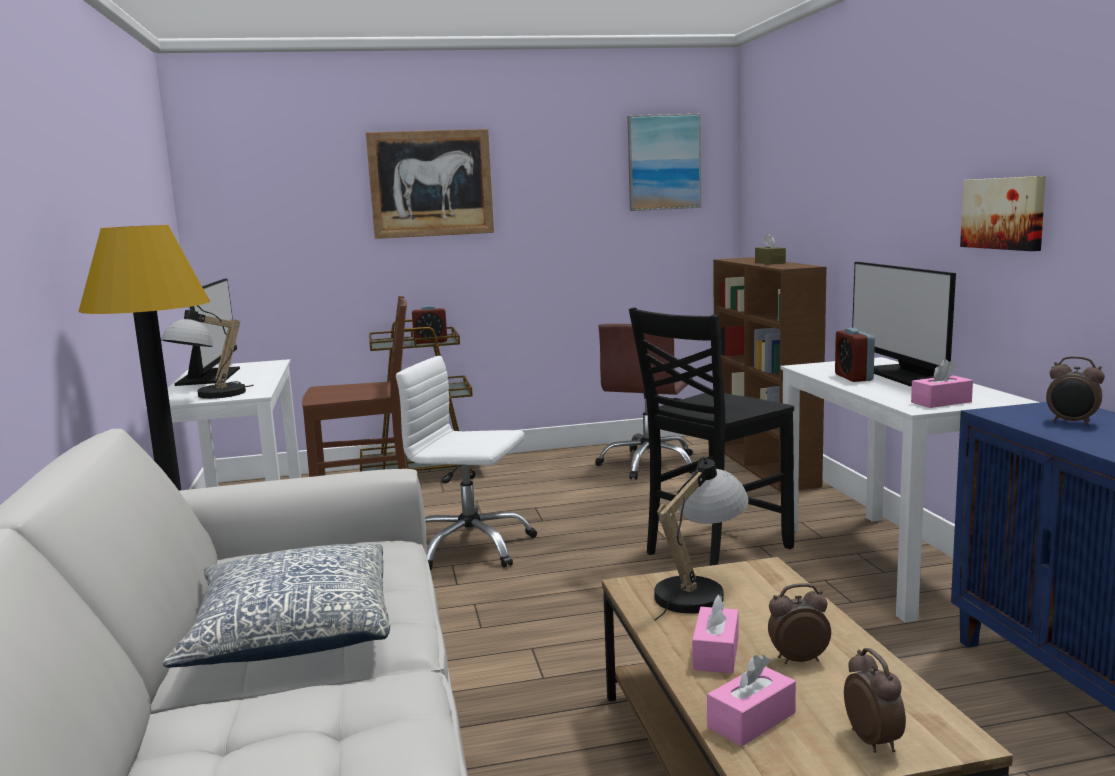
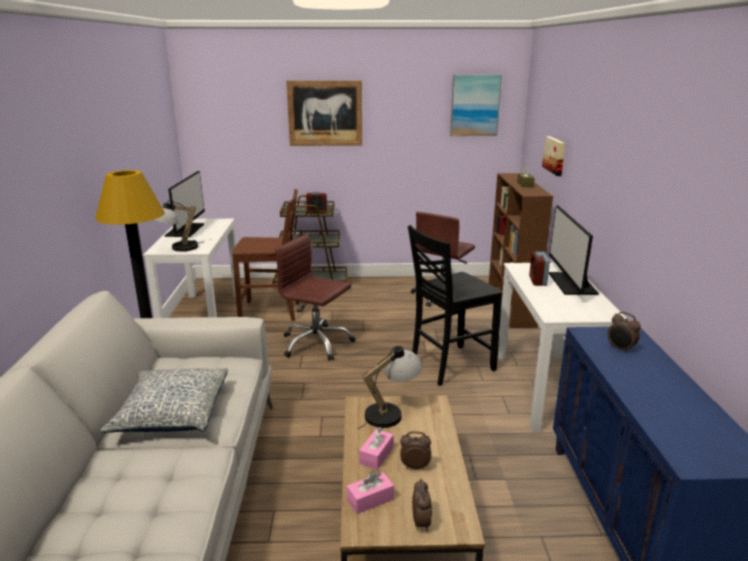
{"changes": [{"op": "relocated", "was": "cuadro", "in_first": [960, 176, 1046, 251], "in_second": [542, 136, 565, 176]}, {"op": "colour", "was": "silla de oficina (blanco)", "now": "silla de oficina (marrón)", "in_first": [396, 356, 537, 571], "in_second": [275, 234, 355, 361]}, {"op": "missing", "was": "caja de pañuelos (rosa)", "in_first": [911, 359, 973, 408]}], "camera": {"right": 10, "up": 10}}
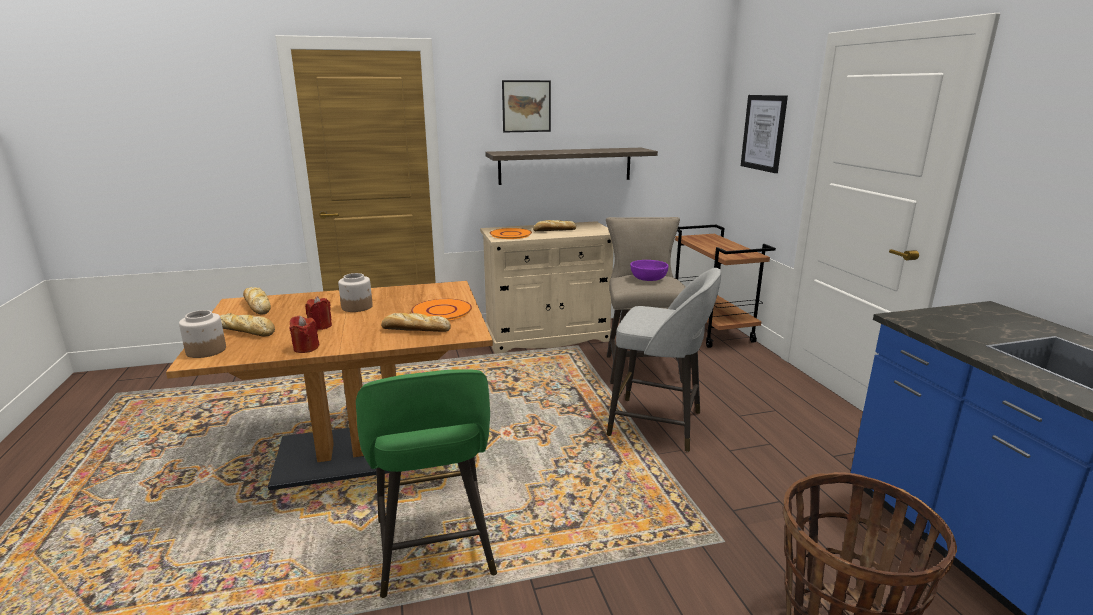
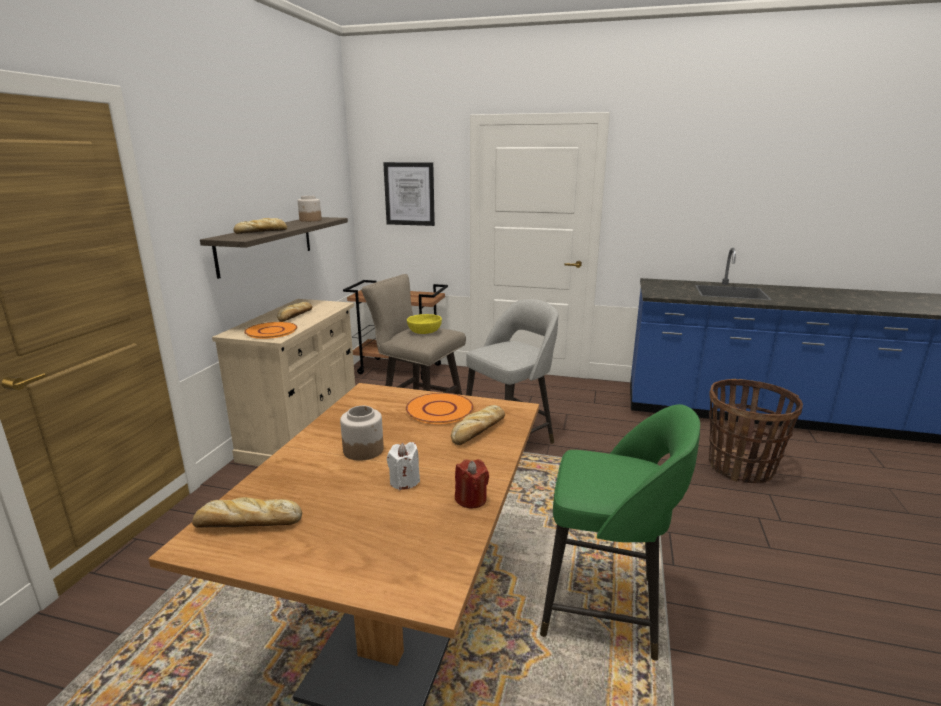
{"changes": [{"op": "missing", "was": "cuadro", "in_first": [502, 80, 551, 132]}, {"op": "colour", "was": "cuenco (morado)", "now": "cuenco (amarillo)", "in_first": [630, 260, 668, 281], "in_second": [407, 314, 442, 334]}, {"op": "colour", "was": "vela (rojo)", "now": "vela (blanco)", "in_first": [305, 296, 332, 330], "in_second": [387, 442, 420, 490]}, {"op": "relocated", "was": "tarro", "in_first": [179, 310, 226, 358], "in_second": [297, 196, 322, 222]}, {"op": "relocated", "was": "pan", "in_first": [220, 313, 275, 336], "in_second": [234, 218, 287, 234]}], "camera": {"right": -60, "up": 0}}
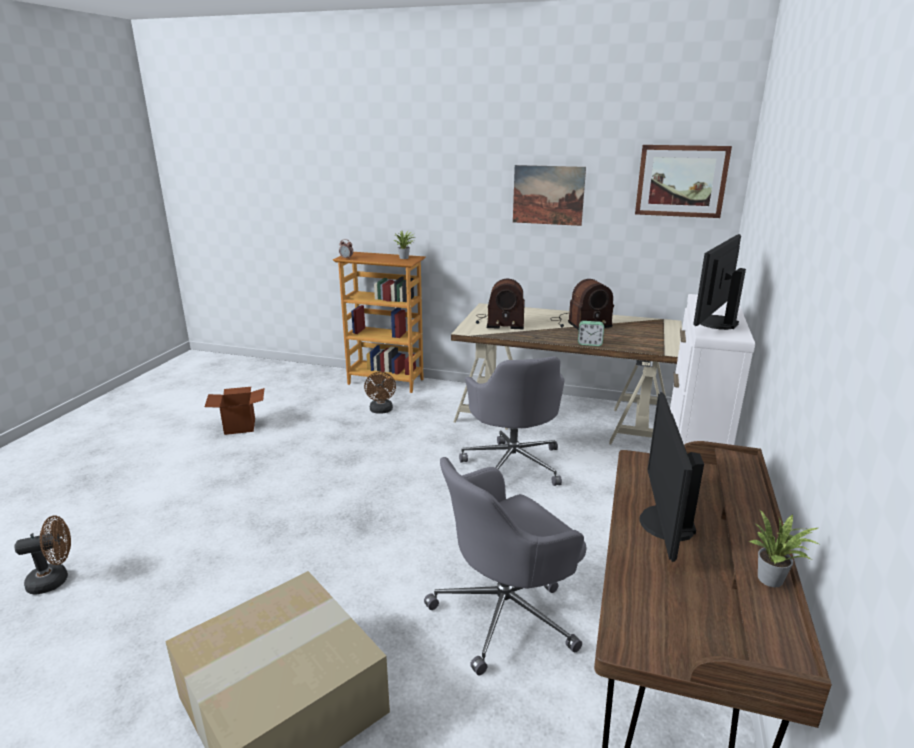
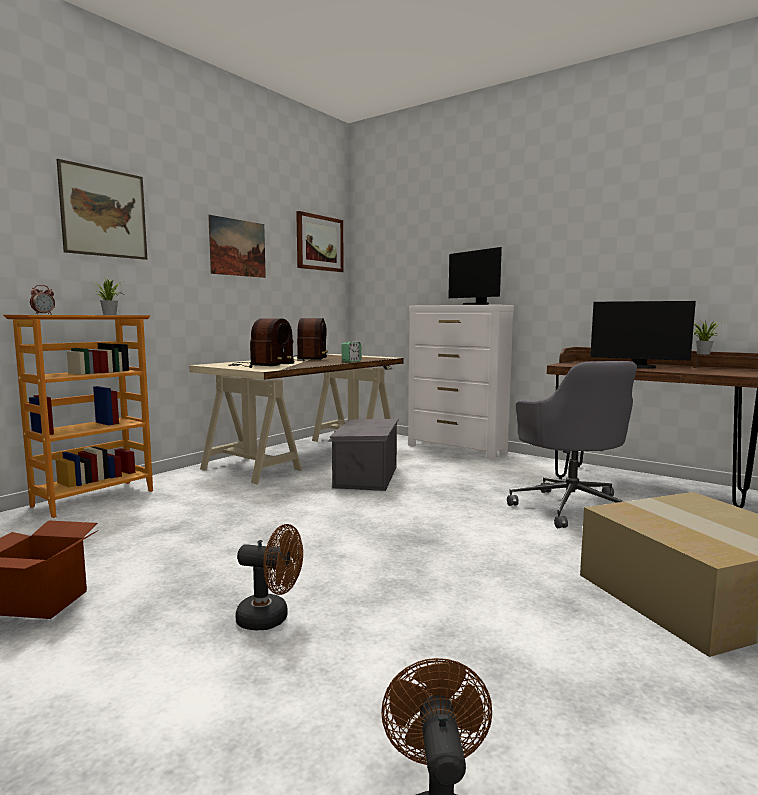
{"changes": [{"op": "exchanged", "was": "silla de oficina (gris)", "now": "caja de almacenaje (gris)", "in_first": [459, 357, 565, 486], "in_second": [327, 419, 399, 491]}, {"op": "relocated", "was": "ventilador (marrón)", "in_first": [364, 372, 396, 414], "in_second": [236, 524, 303, 630]}, {"op": "appeared", "now": "cuadro", "in_second": [57, 159, 147, 260]}], "camera": {"right": -70, "up": -15}}
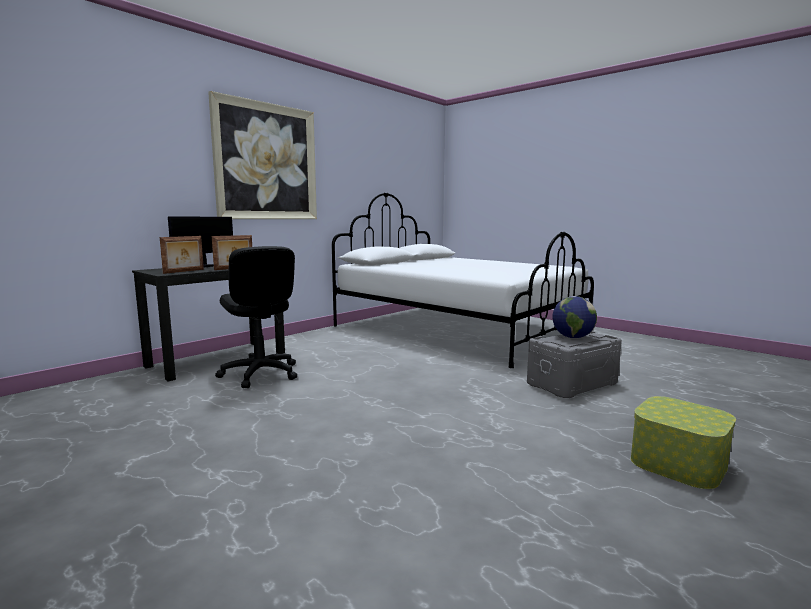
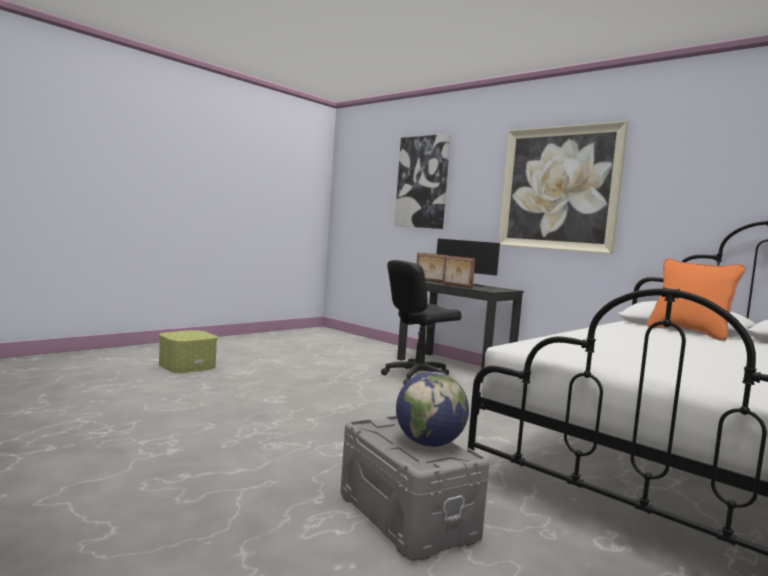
{"changes": [{"op": "relocated", "was": "caja de almacenaje", "in_first": [630, 396, 736, 489], "in_second": [159, 330, 218, 373]}, {"op": "appeared", "now": "cuadro", "in_second": [394, 134, 451, 229]}, {"op": "appeared", "now": "cojín (naranja)", "in_second": [647, 258, 746, 341]}], "camera": {"right": 90, "up": -5}}
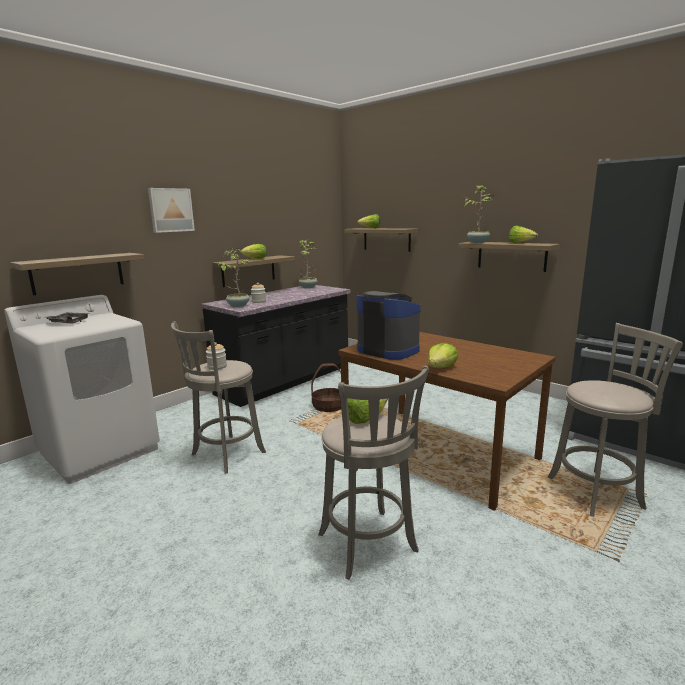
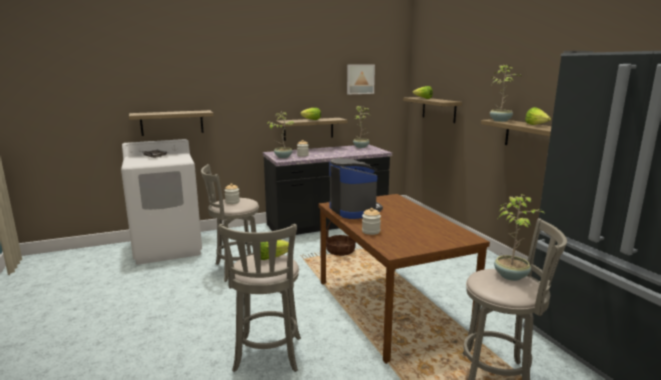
{"changes": [{"op": "relocated", "was": "cuadro", "in_first": [148, 188, 195, 233], "in_second": [347, 65, 375, 94]}, {"op": "exchanged", "was": "lechuga", "now": "tarro", "in_first": [428, 343, 458, 368], "in_second": [362, 208, 381, 235]}, {"op": "appeared", "now": "planta en maceta", "in_second": [494, 194, 546, 281]}], "camera": {"right": 25, "up": 0}}
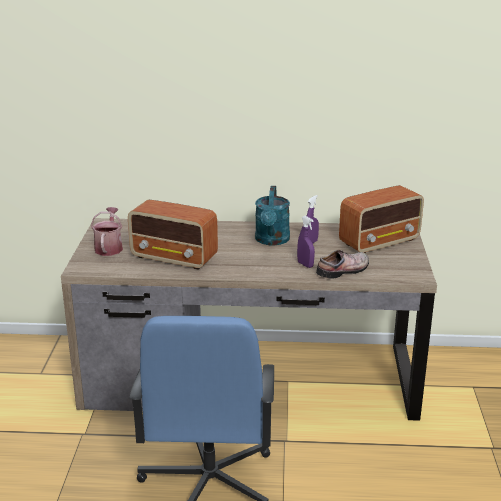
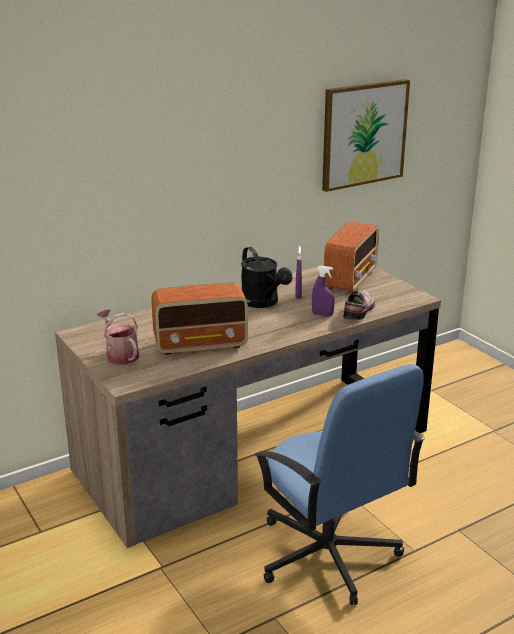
{"changes": [{"op": "colour", "was": "regadera (turquesa)", "now": "regadera (negro)", "in_first": [255, 186, 290, 246], "in_second": [241, 247, 292, 308]}, {"op": "appeared", "now": "cuadro", "in_second": [322, 79, 410, 192]}], "camera": {"right": -35, "up": 0}}
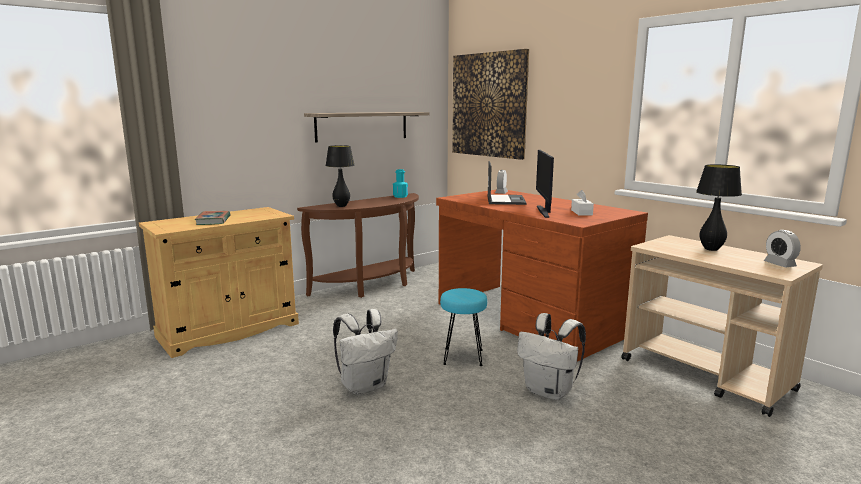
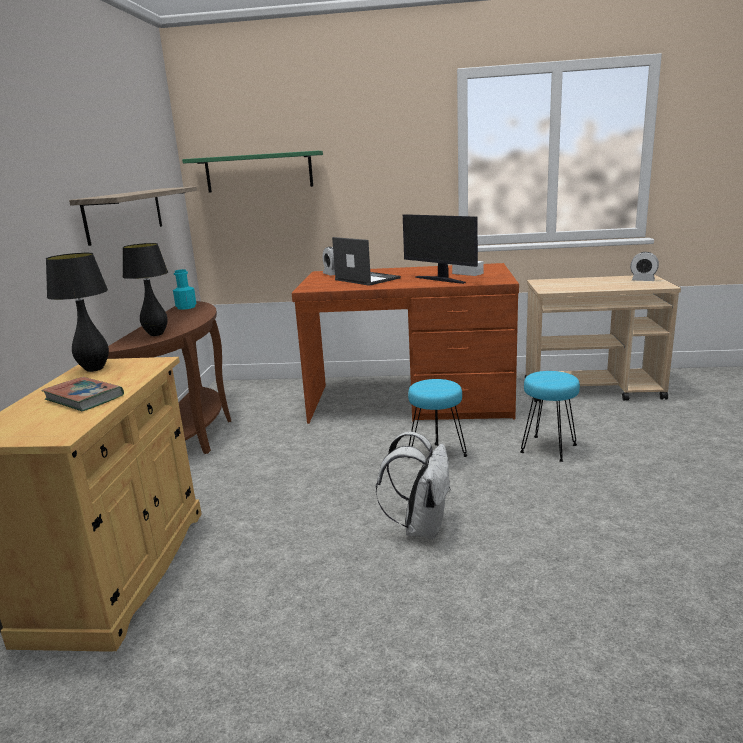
{"changes": [{"op": "exchanged", "was": "cuadro", "now": "estante (verde)", "in_first": [452, 49, 529, 160], "in_second": [182, 151, 323, 192]}, {"op": "relocated", "was": "lámpara de mesa (negro)", "in_first": [696, 164, 742, 251], "in_second": [46, 253, 109, 372]}, {"op": "exchanged", "was": "mochila (blanco)", "now": "taburete (turquesa)", "in_first": [517, 313, 586, 400], "in_second": [520, 371, 580, 462]}], "camera": {"right": -45, "up": 5}}
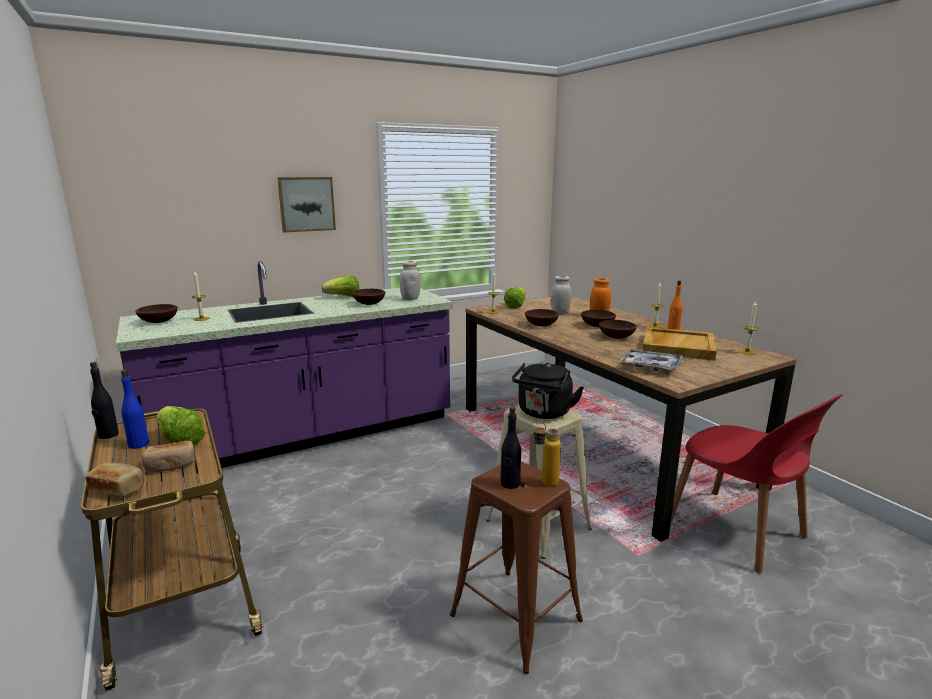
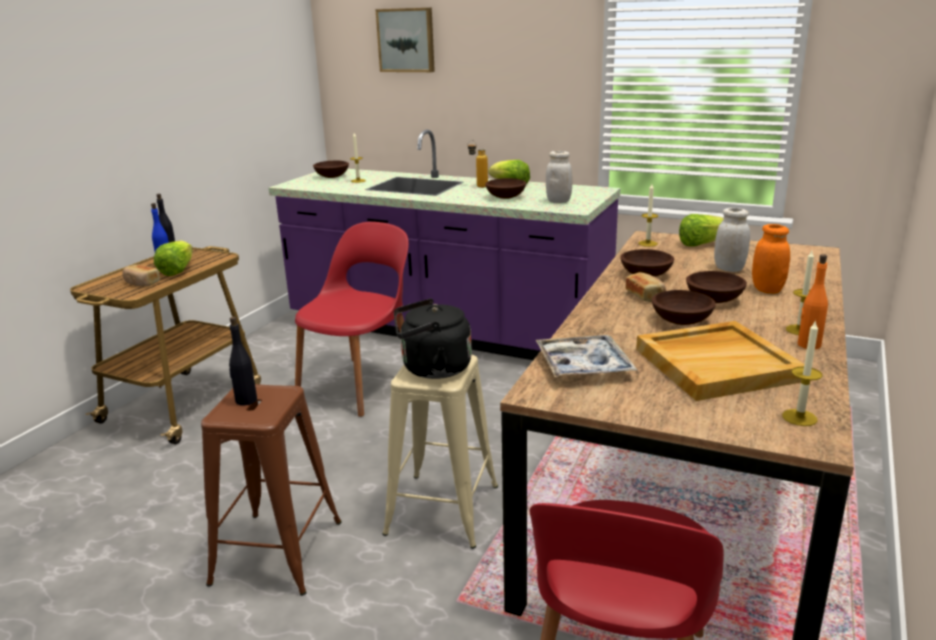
{"changes": [{"op": "relocated", "was": "cuadro", "in_first": [277, 177, 336, 233], "in_second": [375, 8, 435, 72]}, {"op": "relocated", "was": "botella", "in_first": [533, 422, 561, 486], "in_second": [468, 140, 488, 188]}, {"op": "relocated", "was": "pan", "in_first": [85, 463, 144, 496], "in_second": [625, 272, 666, 302]}, {"op": "appeared", "now": "silla (rojo)", "in_second": [295, 222, 409, 417]}], "camera": {"right": 55, "up": 5}}
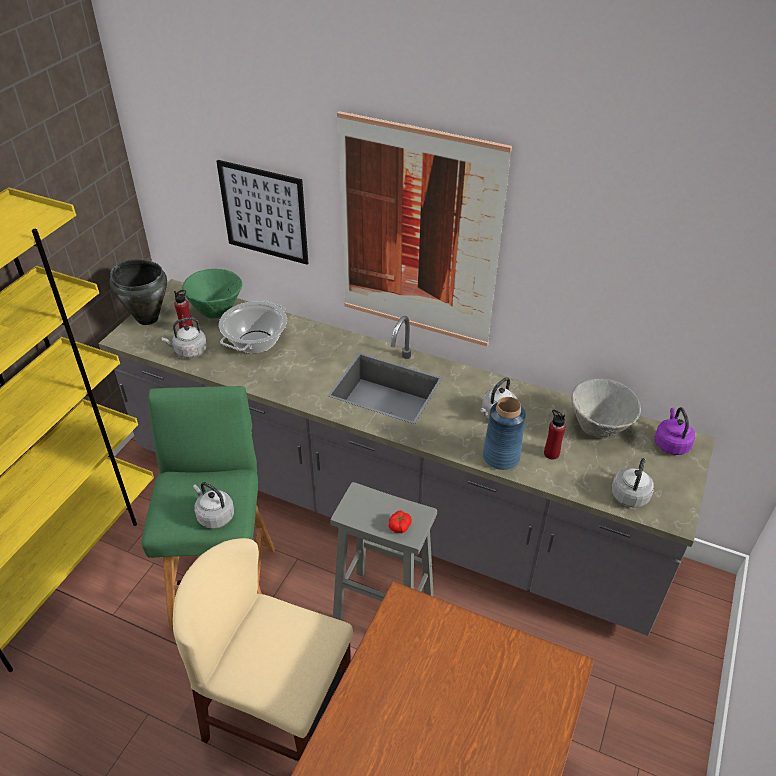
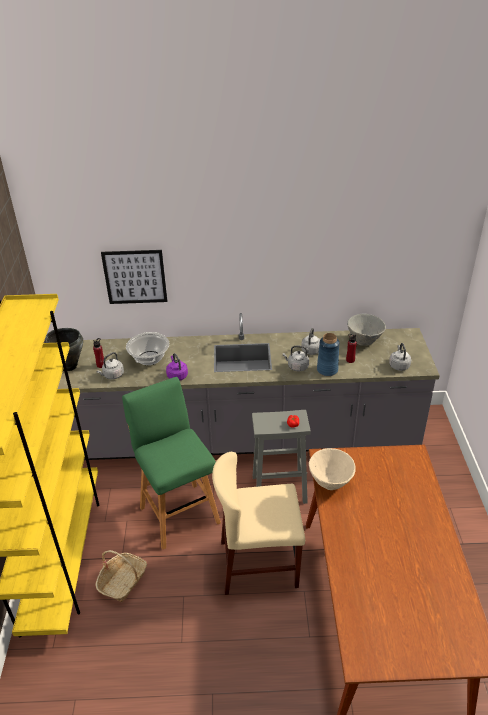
{"changes": [{"op": "missing", "was": "cuadro", "in_first": [337, 111, 512, 347]}, {"op": "missing", "was": "cuenco (verde)", "in_first": [182, 269, 242, 318]}, {"op": "relocated", "was": "hervidor (morado)", "in_first": [655, 407, 695, 455], "in_second": [166, 353, 188, 380]}, {"op": "relocated", "was": "hervidor (gris)", "in_first": [193, 482, 234, 529], "in_second": [283, 345, 309, 371]}, {"op": "appeared", "now": "cuenco (beis)", "in_second": [309, 448, 356, 490]}, {"op": "appeared", "now": "cesta", "in_second": [95, 550, 147, 602]}], "camera": {"right": -25, "up": -5}}
